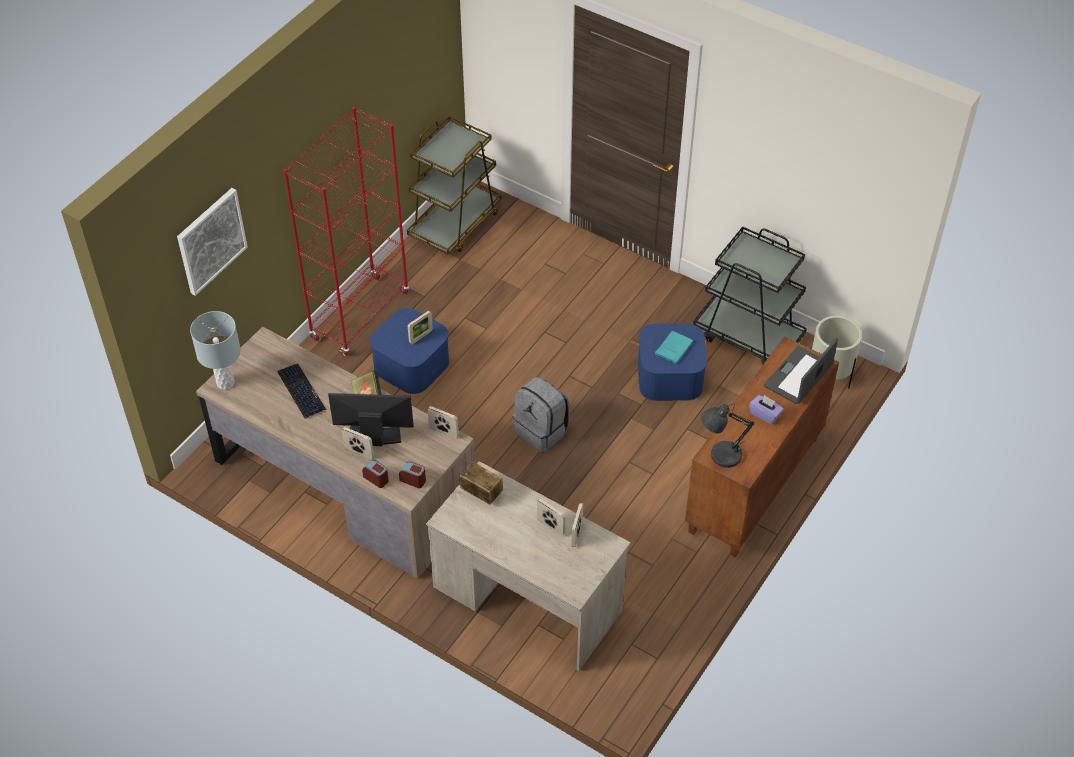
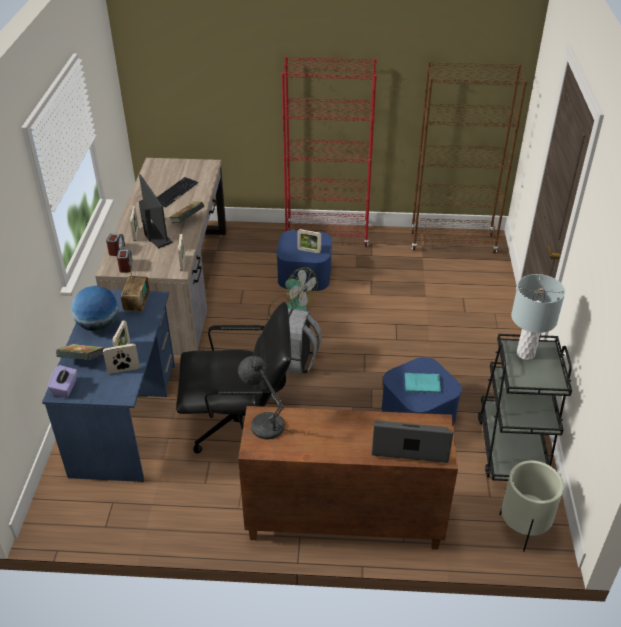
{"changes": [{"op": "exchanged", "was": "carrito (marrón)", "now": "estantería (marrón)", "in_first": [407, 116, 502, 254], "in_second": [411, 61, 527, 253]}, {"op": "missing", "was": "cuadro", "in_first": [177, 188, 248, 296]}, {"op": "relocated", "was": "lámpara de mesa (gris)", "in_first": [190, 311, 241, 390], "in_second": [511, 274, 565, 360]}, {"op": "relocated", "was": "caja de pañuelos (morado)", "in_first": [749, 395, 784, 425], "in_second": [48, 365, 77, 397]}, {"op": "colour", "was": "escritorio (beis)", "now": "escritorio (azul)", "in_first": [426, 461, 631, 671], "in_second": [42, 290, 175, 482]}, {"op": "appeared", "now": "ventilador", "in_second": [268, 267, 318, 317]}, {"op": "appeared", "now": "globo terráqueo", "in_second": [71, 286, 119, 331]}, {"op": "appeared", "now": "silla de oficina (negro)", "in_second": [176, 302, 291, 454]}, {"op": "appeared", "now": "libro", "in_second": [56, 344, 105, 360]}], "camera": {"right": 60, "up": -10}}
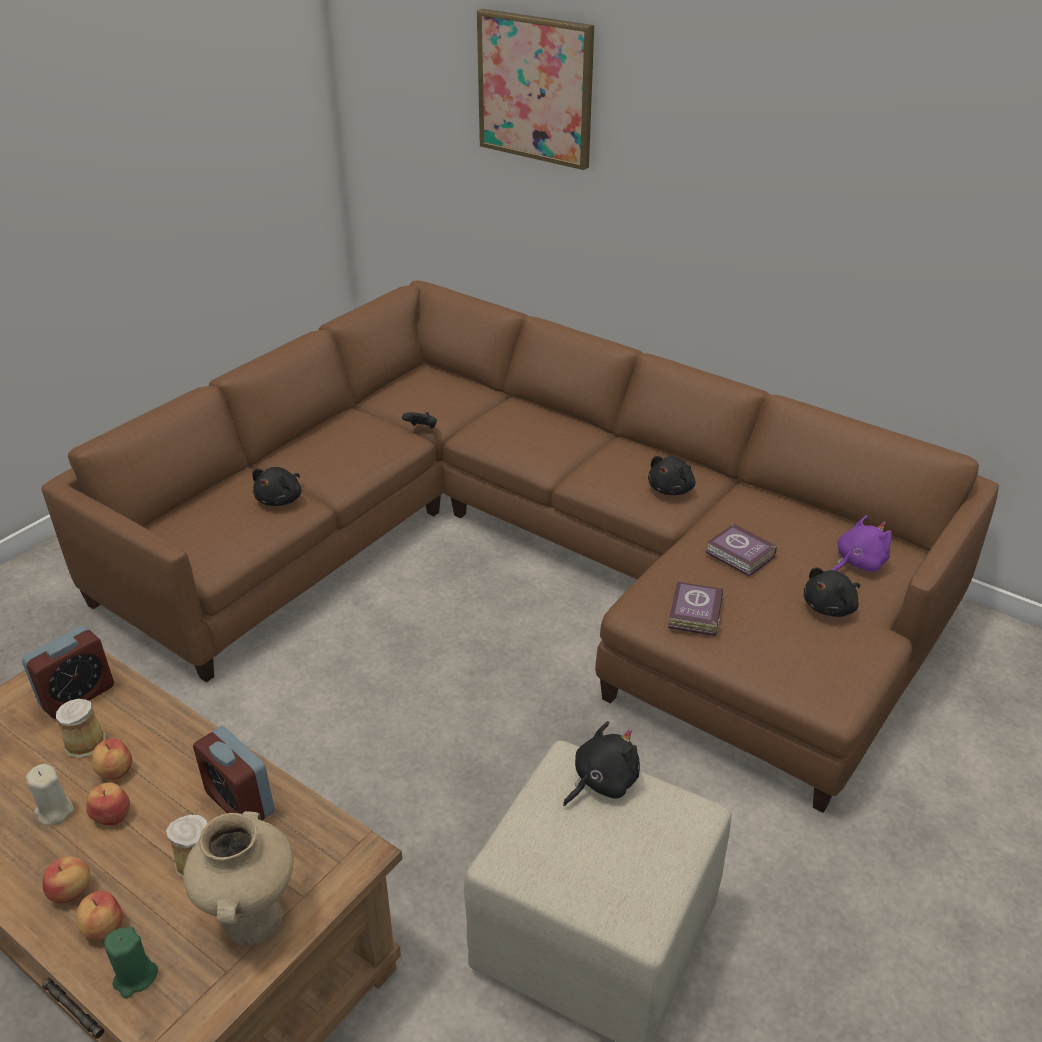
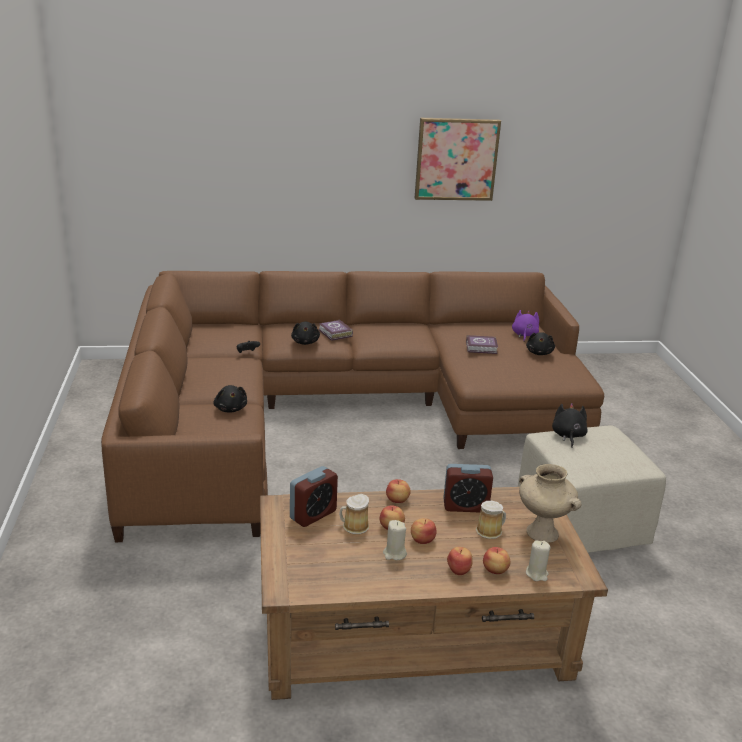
{"changes": [{"op": "relocated", "was": "cuadro", "in_first": [477, 9, 594, 170], "in_second": [415, 118, 501, 201]}, {"op": "relocated", "was": "peluche (negro)", "in_first": [648, 456, 695, 495], "in_second": [291, 322, 320, 345]}, {"op": "relocated", "was": "libro", "in_first": [668, 582, 723, 636], "in_second": [318, 319, 353, 341]}, {"op": "spun", "was": "despertador", "in_first": [22, 626, 114, 719], "in_second": [290, 466, 338, 527], "clockwise": 45}, {"op": "colour", "was": "vela (verde)", "now": "vela (beis)", "in_first": [104, 927, 158, 999], "in_second": [526, 540, 550, 581]}, {"op": "appeared", "now": "manzana", "in_second": [386, 479, 411, 503]}], "camera": {"right": -45, "up": -10}}
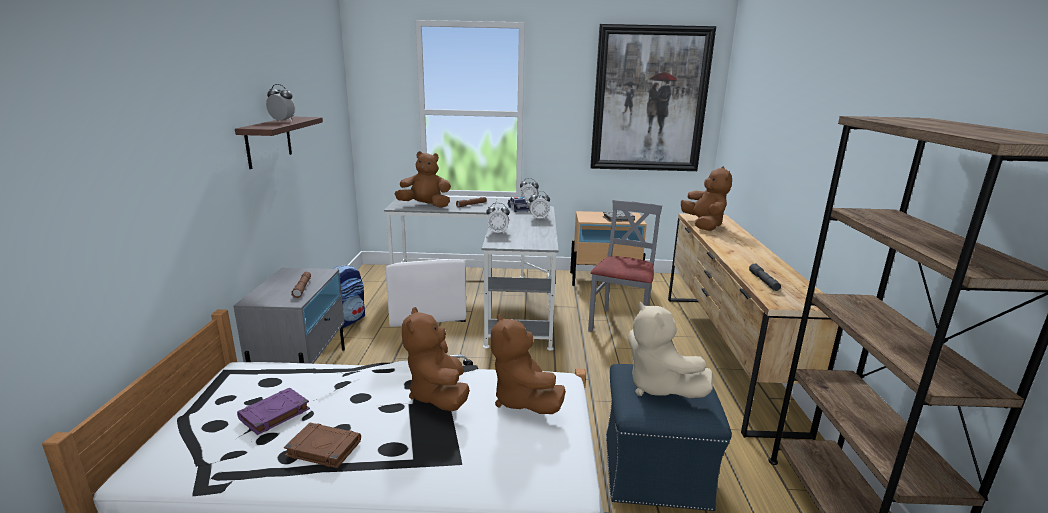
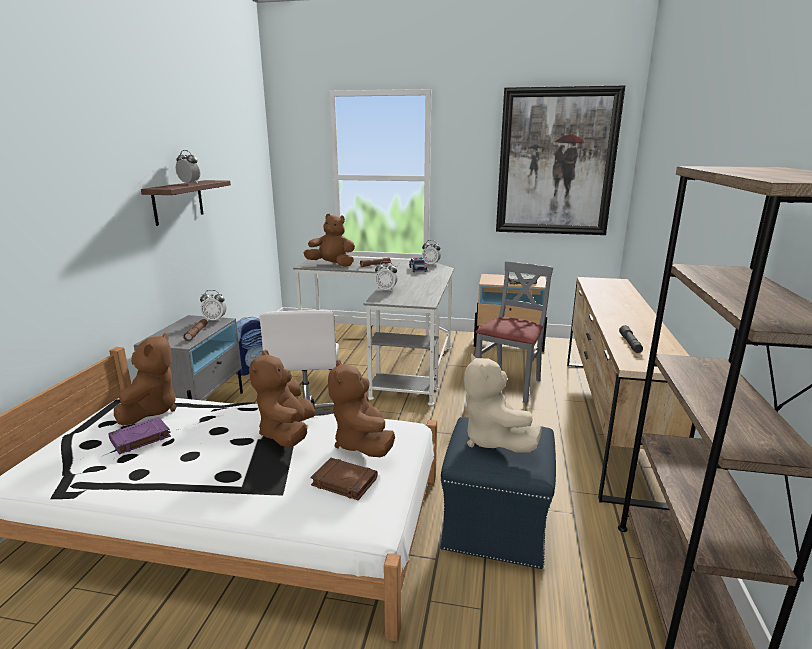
{"changes": [{"op": "relocated", "was": "peluche (marrón)", "in_first": [681, 166, 732, 231], "in_second": [114, 333, 177, 425]}, {"op": "relocated", "was": "despertador", "in_first": [529, 191, 550, 220], "in_second": [200, 290, 226, 321]}, {"op": "relocated", "was": "libro (marrón)", "in_first": [284, 423, 361, 468], "in_second": [310, 458, 378, 500]}], "camera": {"right": 10, "up": 0}}
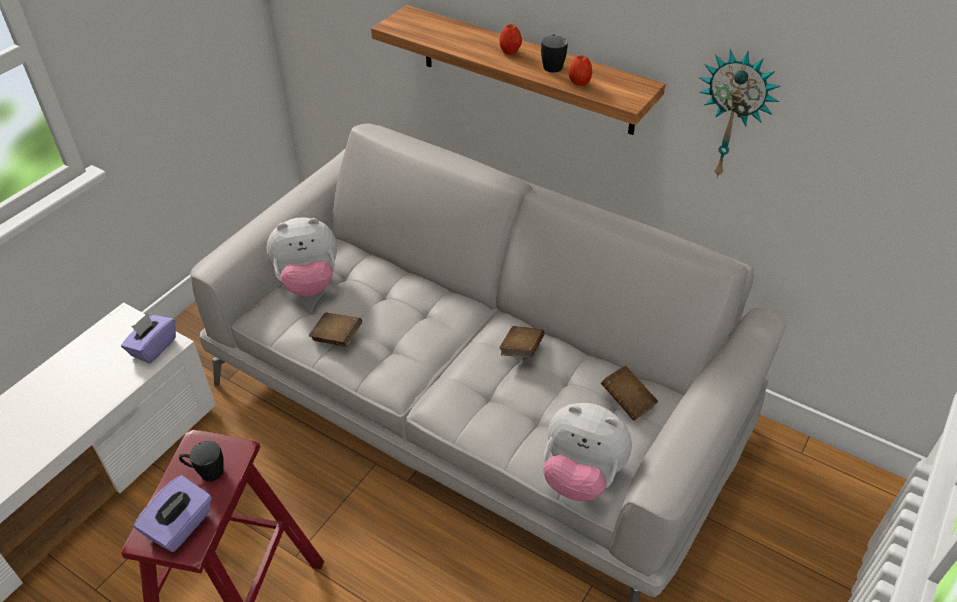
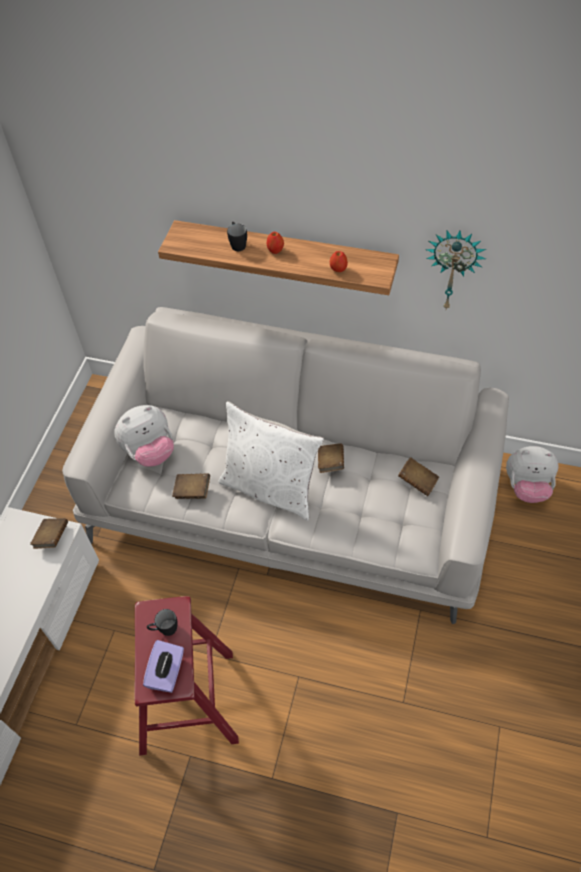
{"changes": [{"op": "relocated", "was": "taza grande (negro)", "in_first": [541, 34, 568, 72], "in_second": [227, 222, 247, 251]}, {"op": "exchanged", "was": "caja de pañuelos (morado)", "now": "libro (marrón)", "in_first": [121, 313, 176, 364], "in_second": [30, 518, 68, 549]}, {"op": "relocated", "was": "peluche", "in_first": [543, 403, 632, 501], "in_second": [506, 446, 559, 503]}, {"op": "appeared", "now": "cojín (blanco)", "in_second": [218, 401, 324, 521]}], "camera": {"right": -15, "up": 10}}
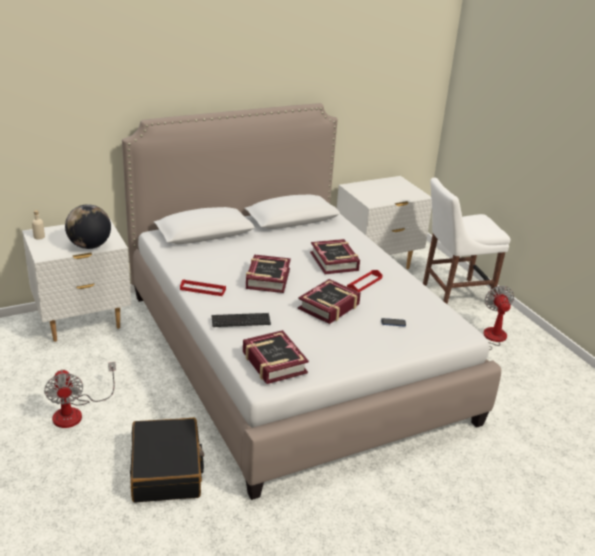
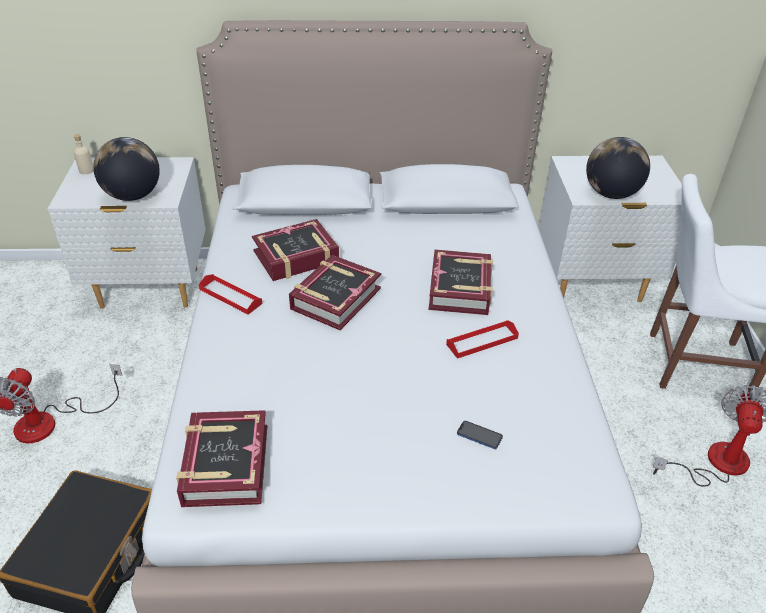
{"changes": [{"op": "relocated", "was": "libro", "in_first": [298, 279, 361, 324], "in_second": [252, 219, 339, 281]}, {"op": "missing", "was": "teclado", "in_first": [211, 313, 271, 327]}, {"op": "appeared", "now": "globo terráqueo", "in_second": [586, 137, 650, 199]}], "camera": {"right": 25, "up": 10}}
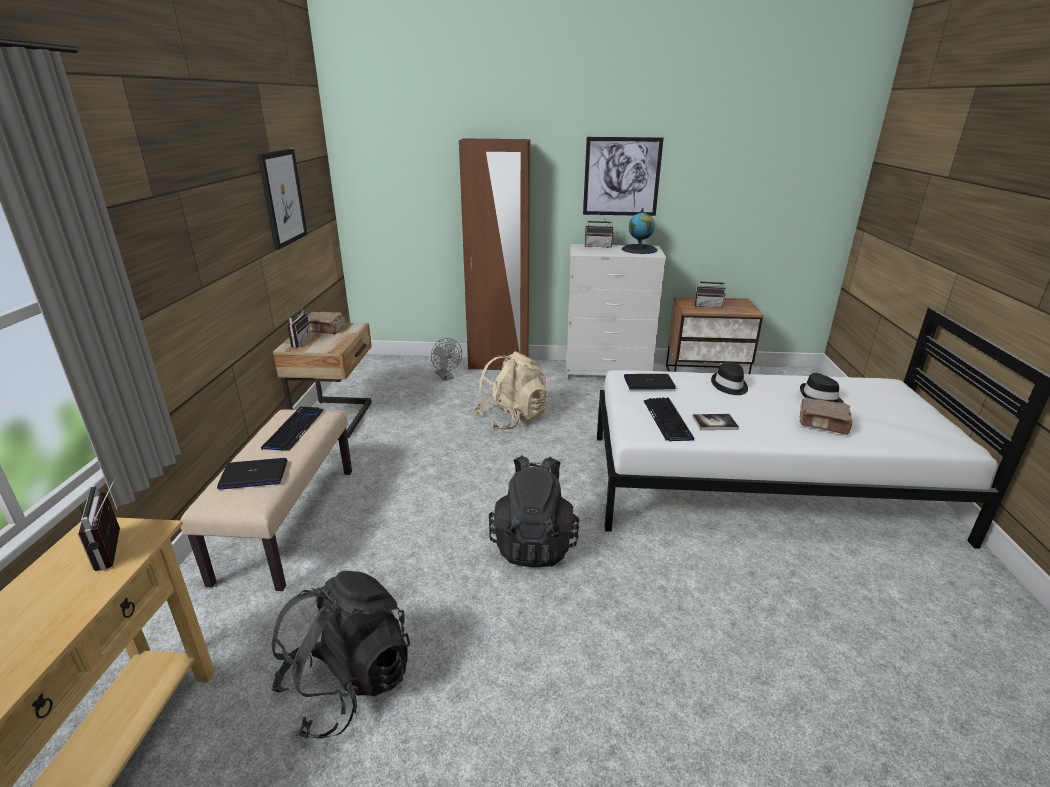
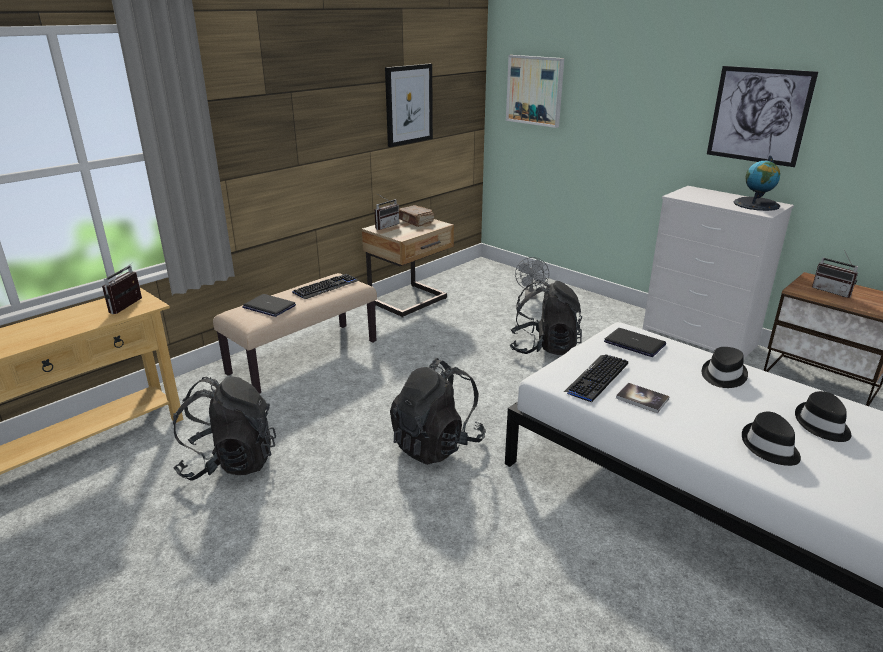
{"changes": [{"op": "missing", "was": "armario ropero (marrón)", "in_first": [459, 138, 530, 370]}, {"op": "missing", "was": "radio", "in_first": [585, 214, 614, 248]}, {"op": "colour", "was": "mochila (beis)", "now": "mochila (negro)", "in_first": [475, 351, 548, 430], "in_second": [510, 280, 582, 355]}, {"op": "exchanged", "was": "libro (marrón)", "now": "sombrero (negro)", "in_first": [799, 398, 853, 435], "in_second": [742, 412, 801, 466]}, {"op": "appeared", "now": "cuadro", "in_second": [506, 55, 564, 128]}], "camera": {"right": 40, "up": 0}}
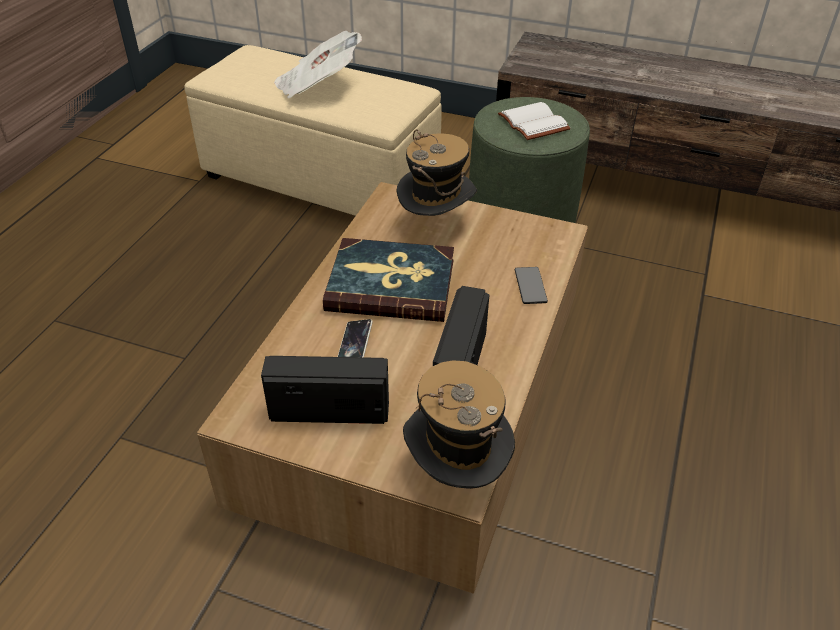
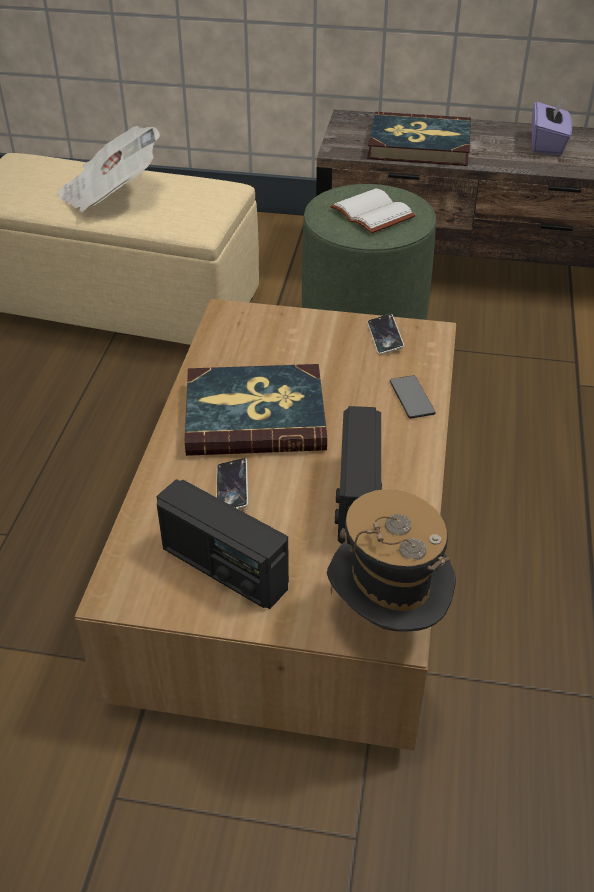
{"changes": [{"op": "missing", "was": "sombrero", "in_first": [396, 129, 477, 216]}, {"op": "spun", "was": "radio", "in_first": [261, 356, 389, 424], "in_second": [157, 479, 289, 609], "clockwise": -135}, {"op": "appeared", "now": "caja de pañuelos (morado)", "in_second": [532, 96, 572, 155]}, {"op": "appeared", "now": "libro", "in_second": [367, 112, 471, 166]}, {"op": "appeared", "now": "móvil", "in_second": [367, 314, 404, 355]}], "camera": {"right": -10, "up": 0}}
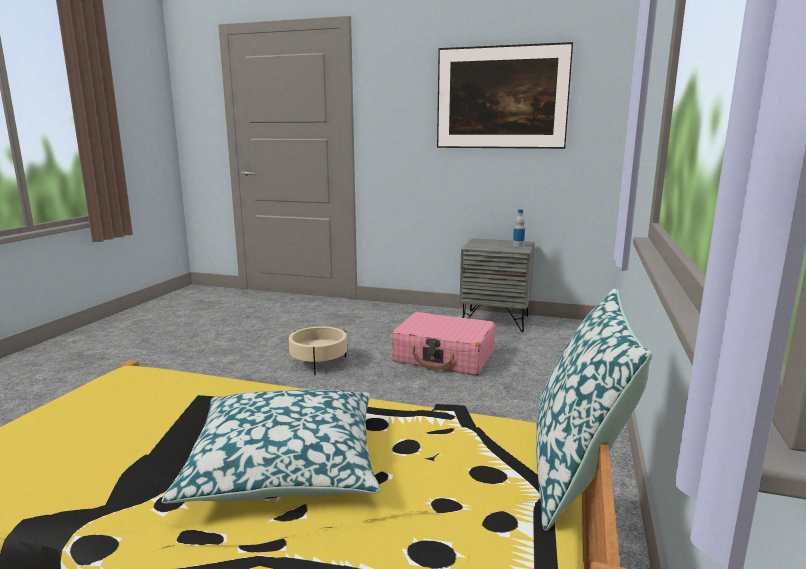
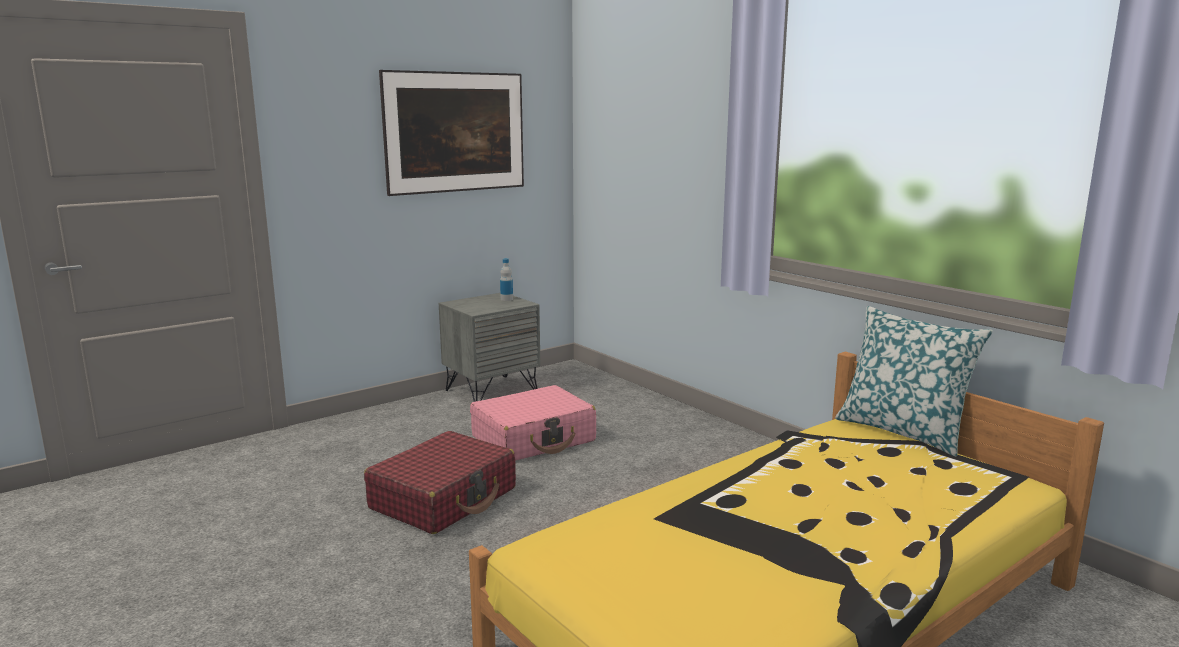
{"changes": [{"op": "exchanged", "was": "maceta (beis)", "now": "maleta (rojo)", "in_first": [289, 327, 347, 375], "in_second": [364, 431, 516, 534]}, {"op": "missing", "was": "cojín", "in_first": [162, 389, 380, 503]}], "camera": {"right": -55, "up": 0}}
